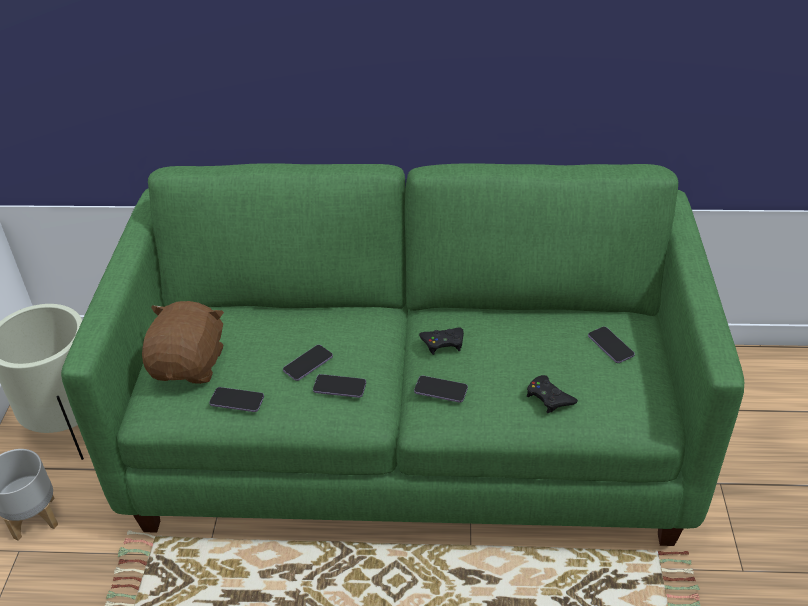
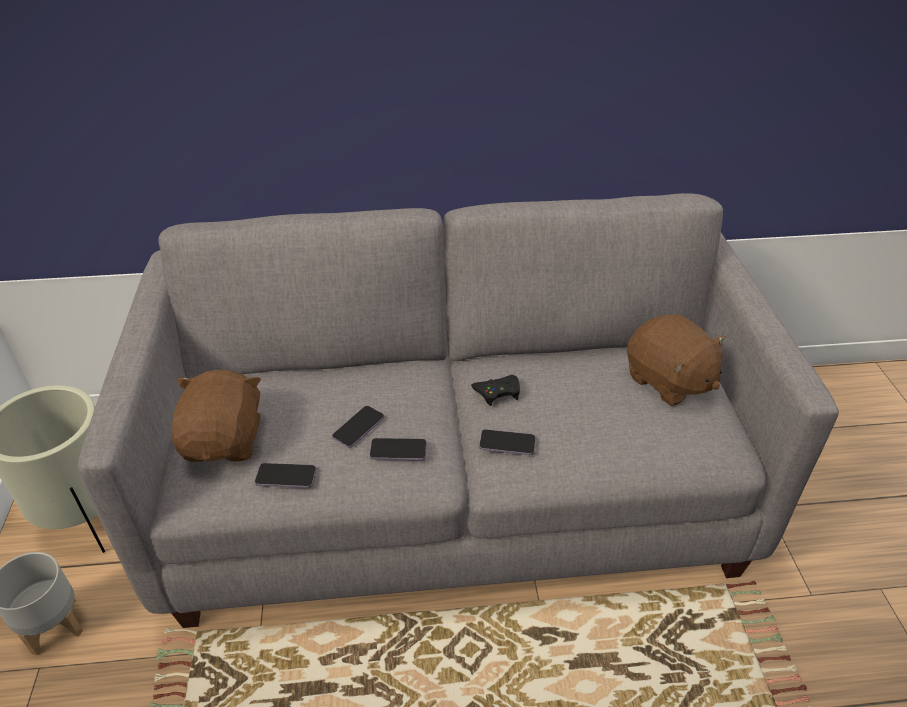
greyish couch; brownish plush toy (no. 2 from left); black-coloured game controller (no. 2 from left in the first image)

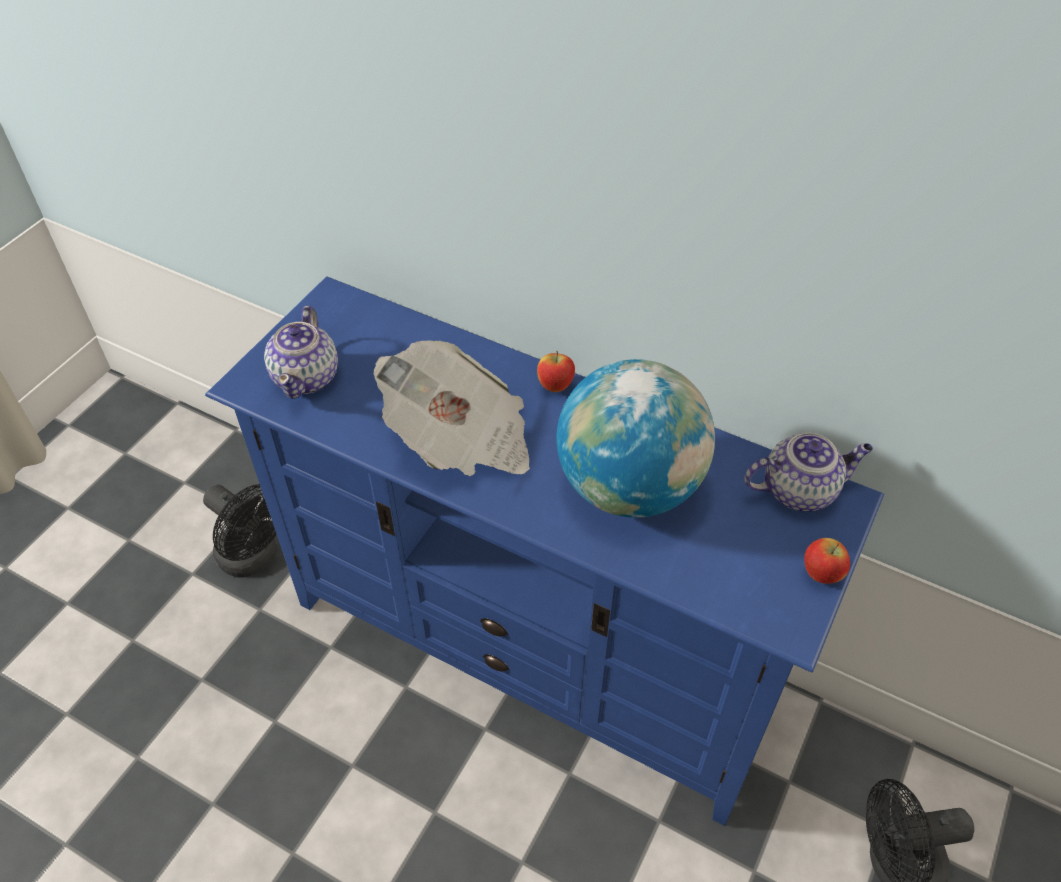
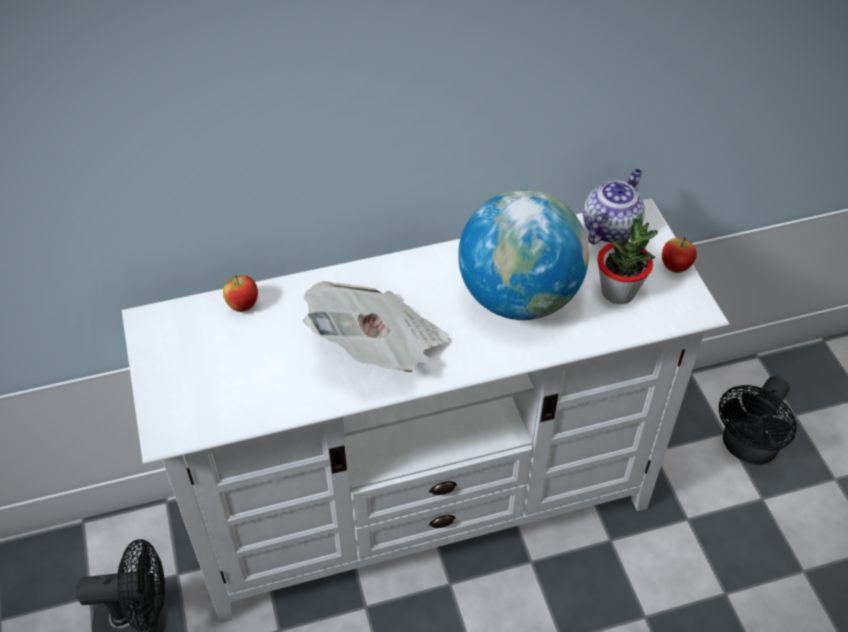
whitish tv stand; tea pot (no. 1 from left in the first image); apple fruit (no. 1 from left); plant in a pot

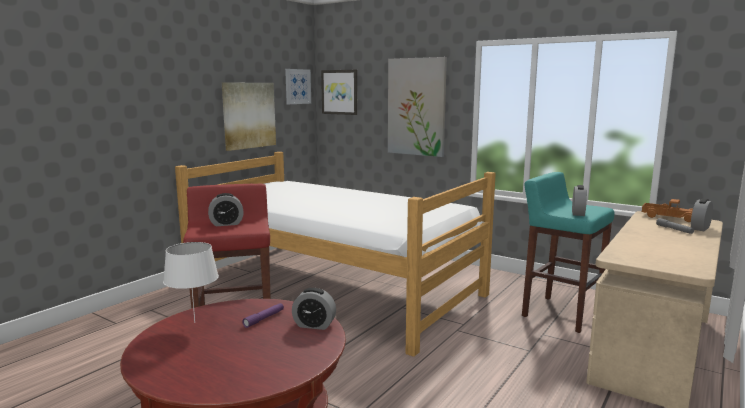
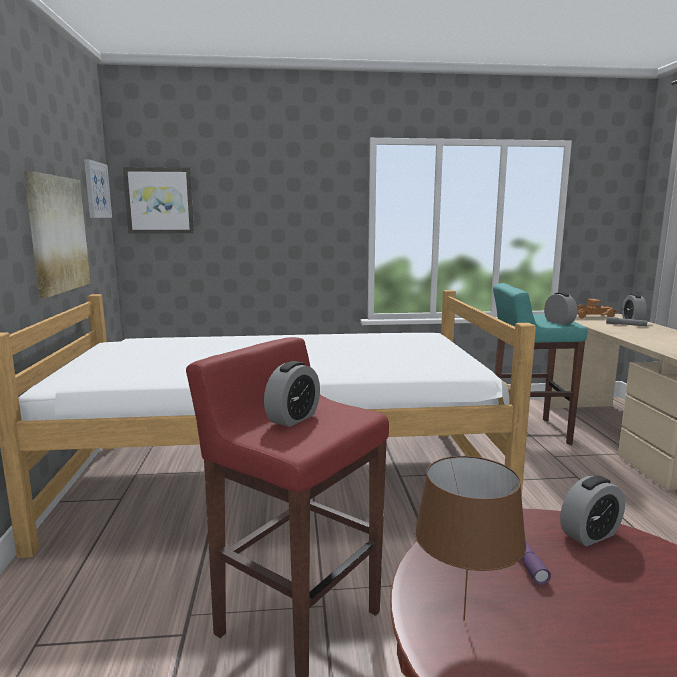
wall picture (no. 4 from left in the first image); brownish table lamp

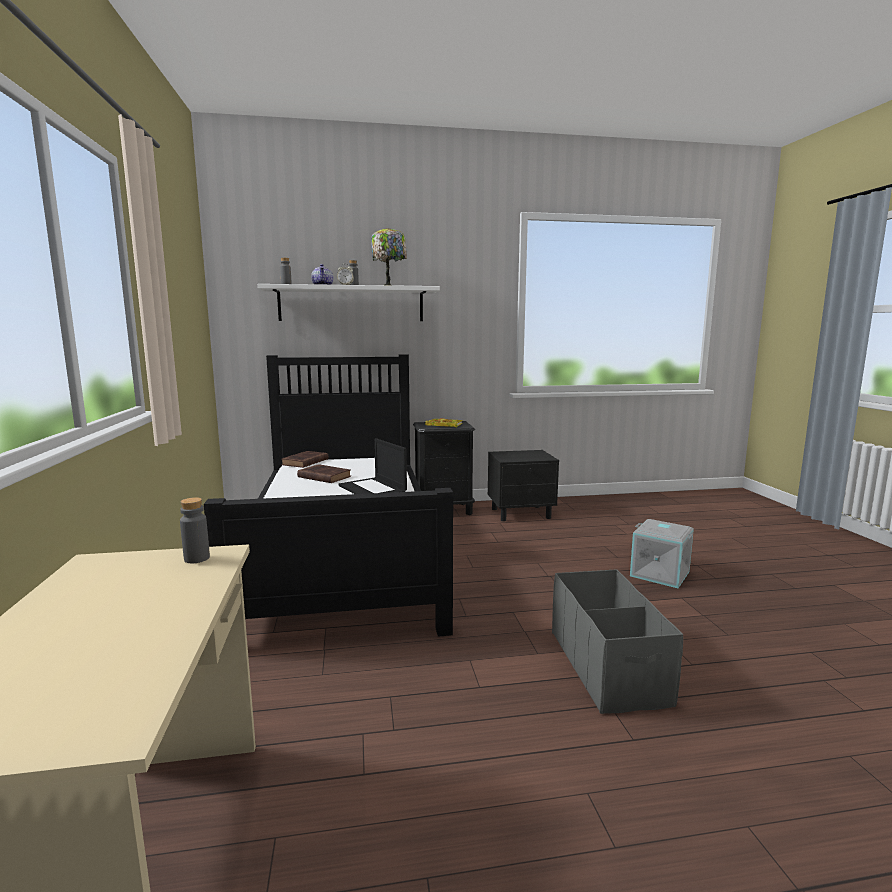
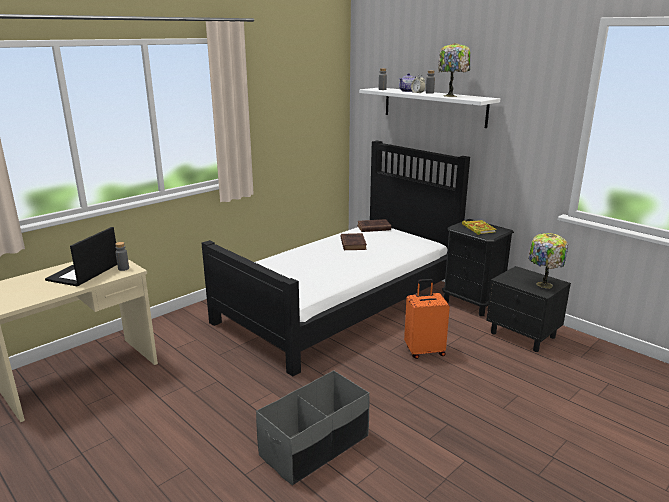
laptop; greyish storage box (no. 2 from left in the first image); table lamp (no. 2 from left); orangey piece of luggage

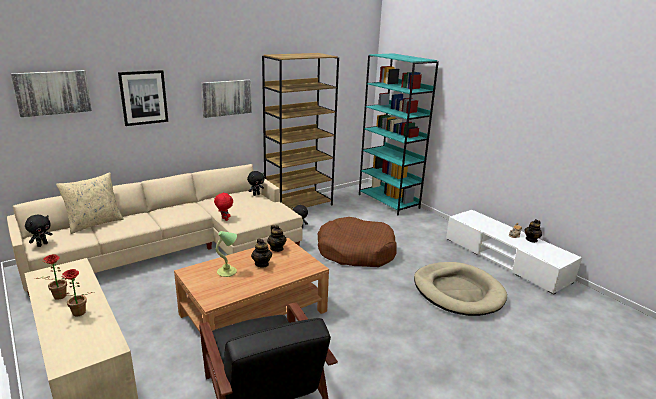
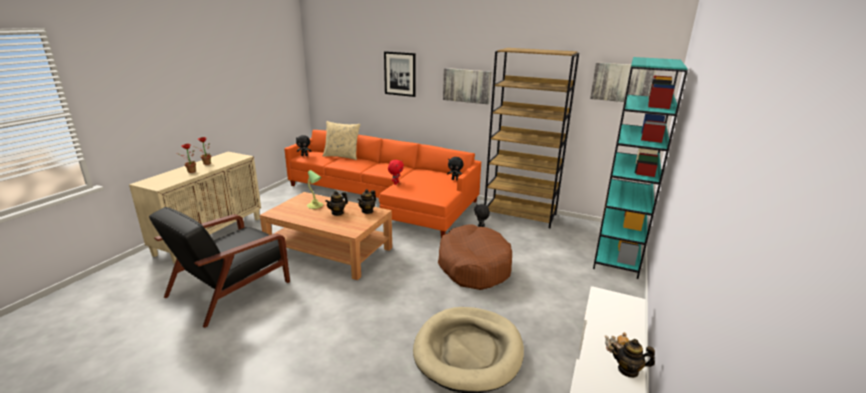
wall picture (no. 3 from left); orangey couch

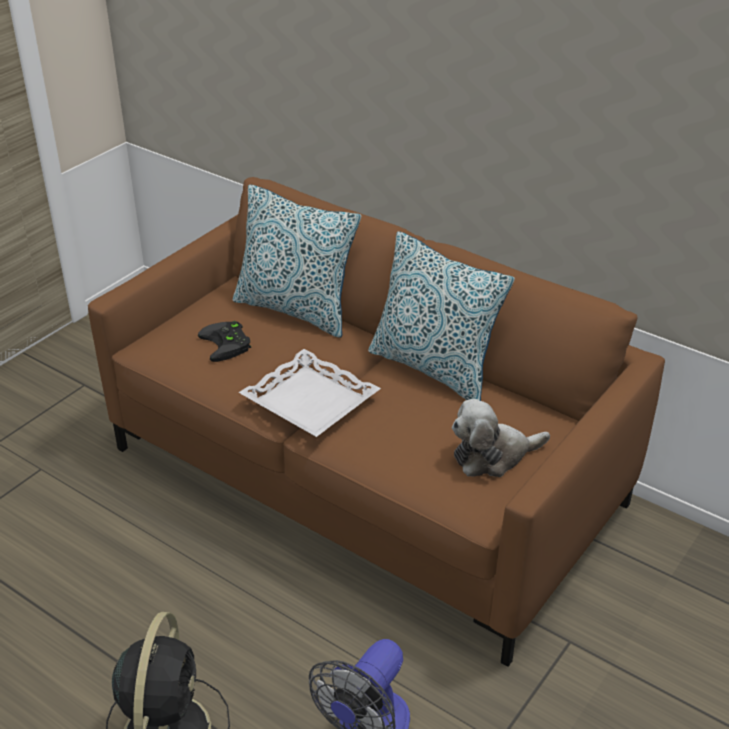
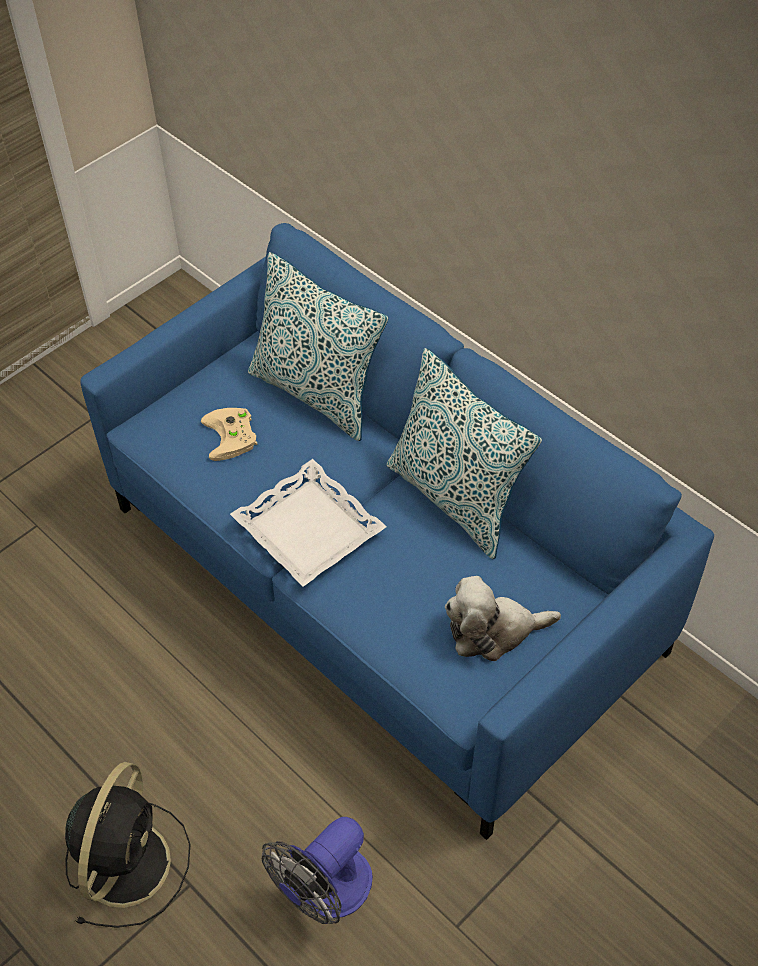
blue couch; beige game controller

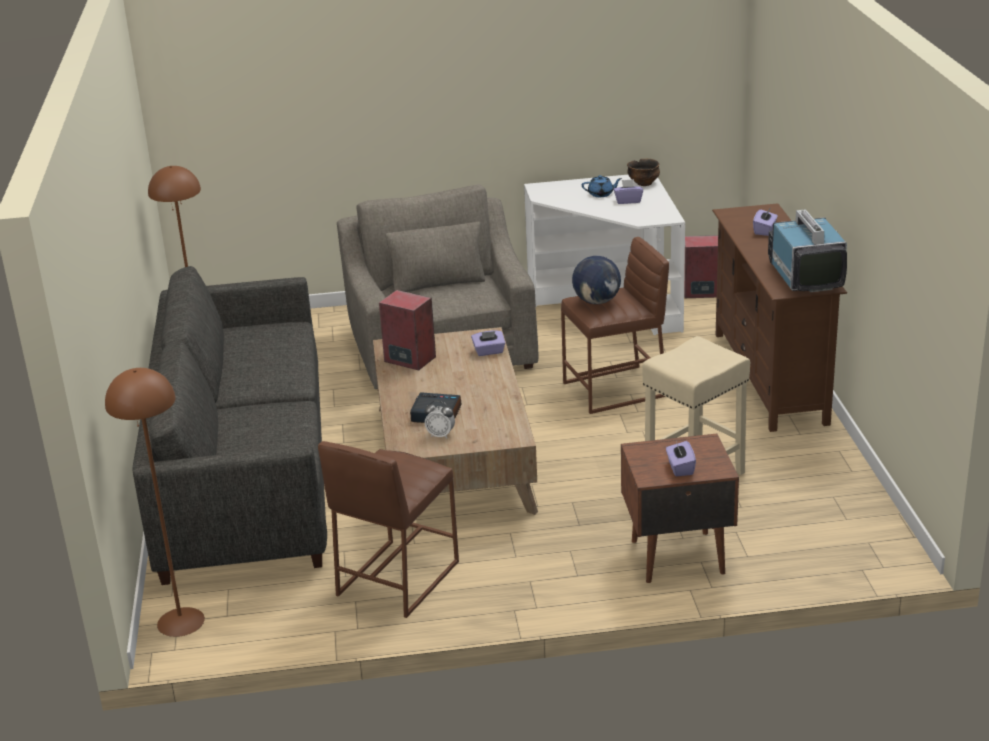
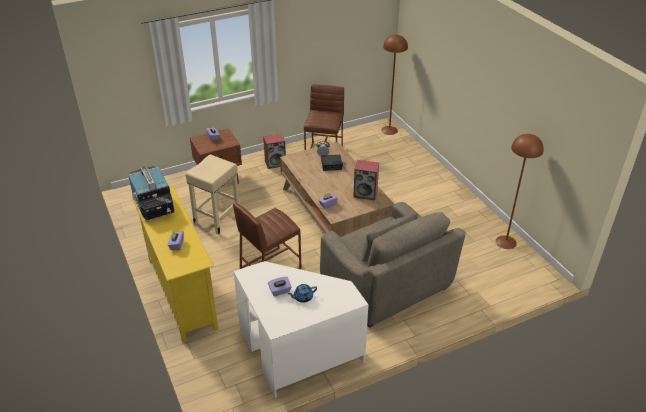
bowl; yellow-coloured tv stand; audio speaker (no. 1 from left); desk globe; greyish couch

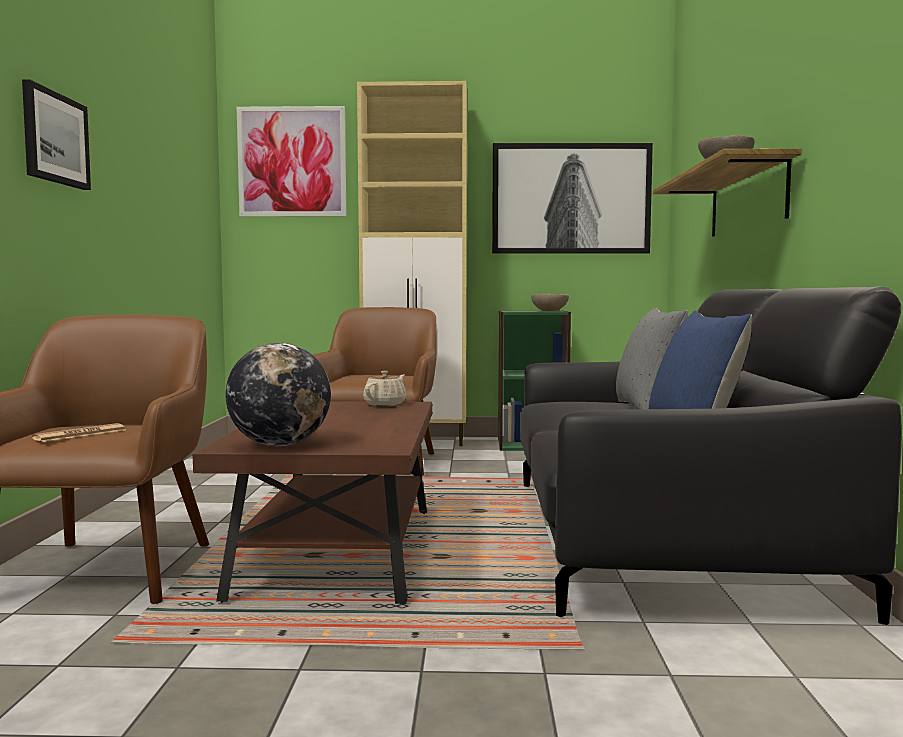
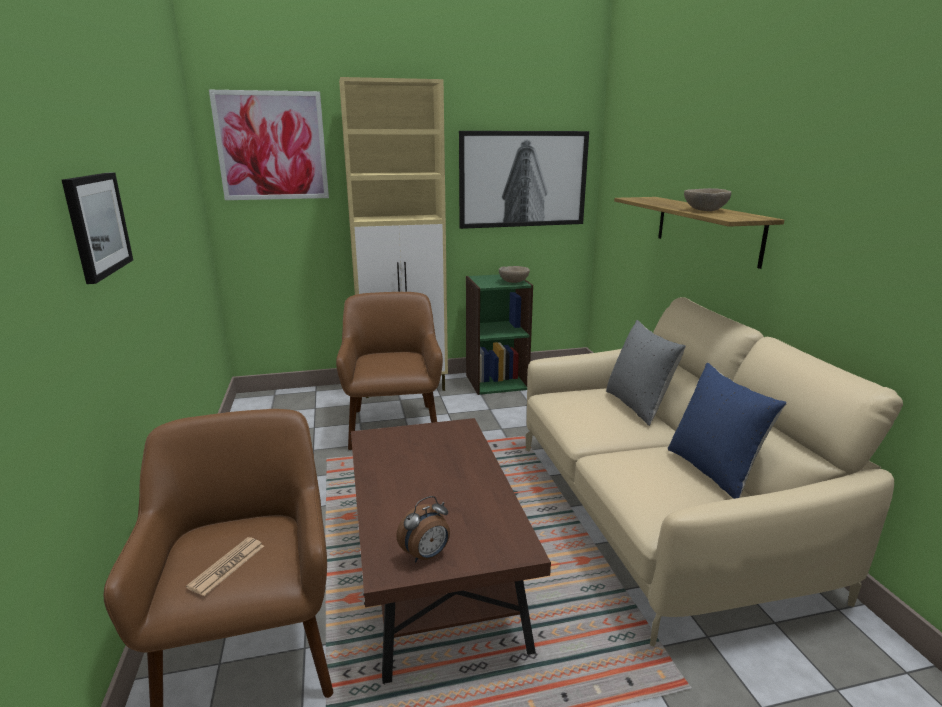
beige couch; alarm clock; beige tea pot

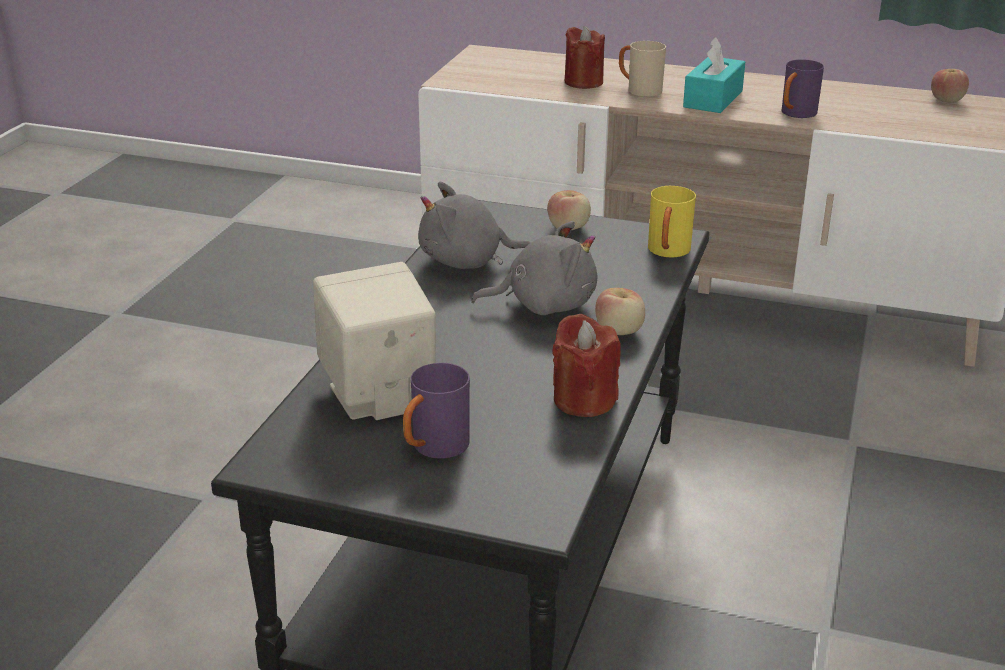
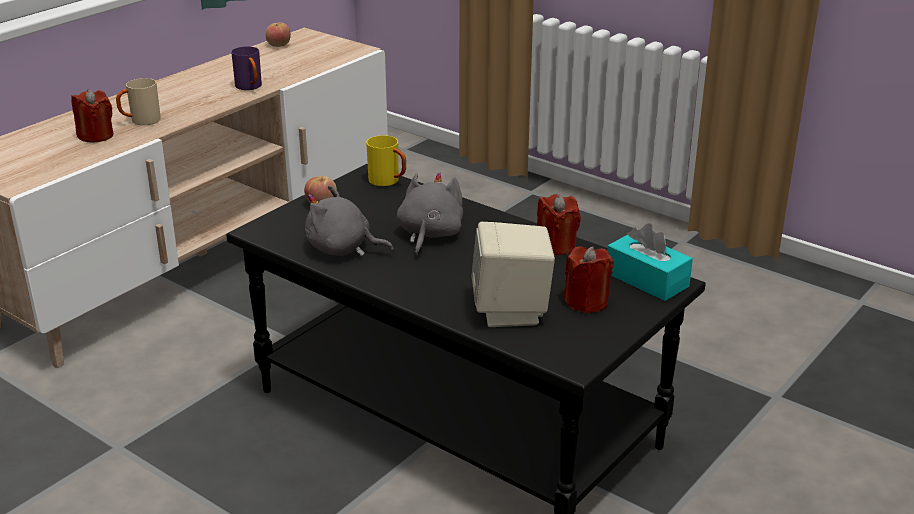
blue-green tissue box; greyish plush toy (no. 1 from left); apple fruit (no. 2 from left in the first image); red candle (no. 3 from left)

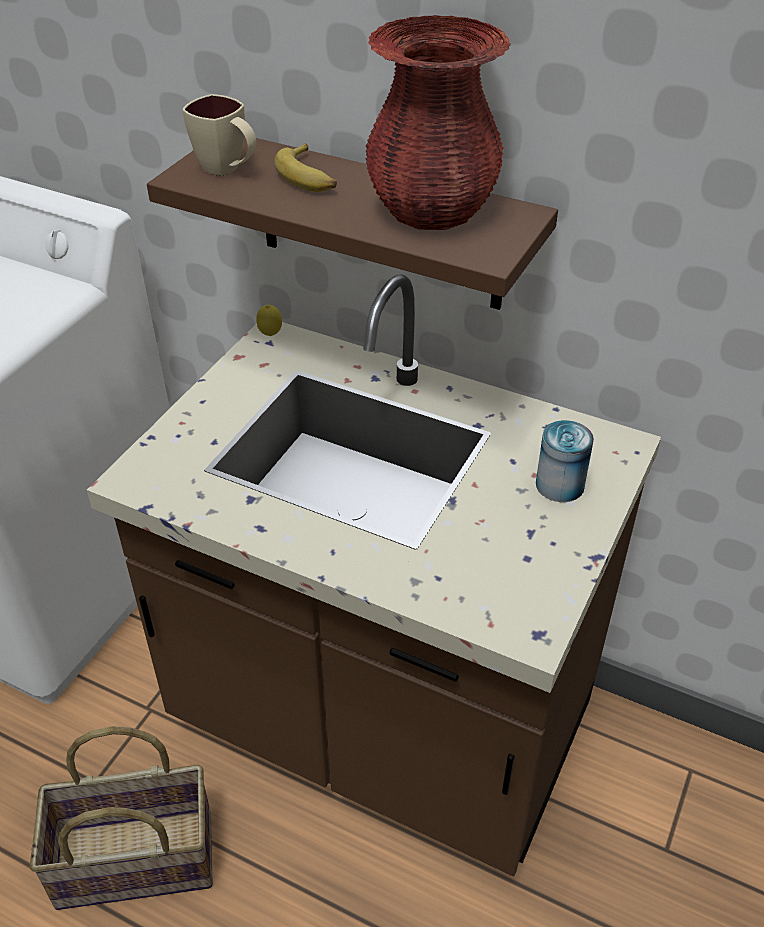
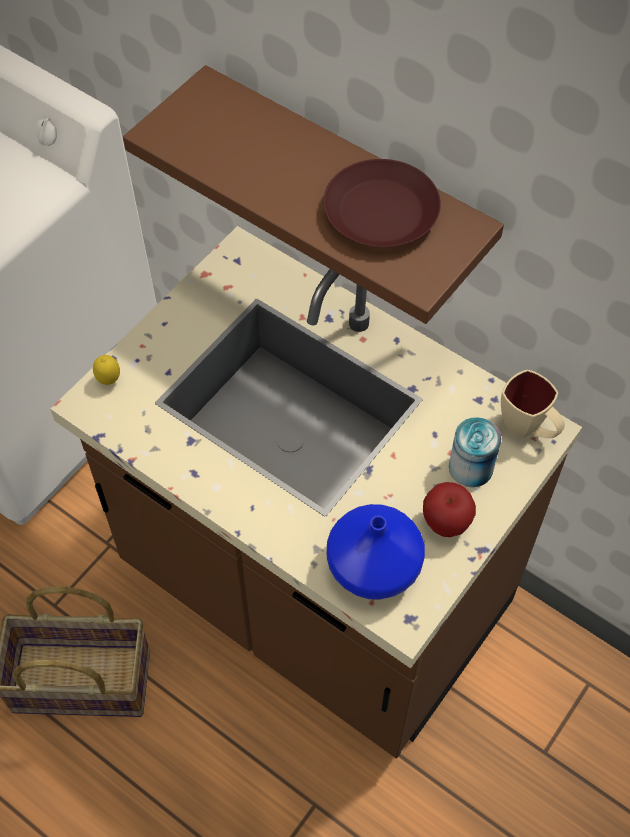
brownish plate; beige coffee mug; whole banana; whole lemon; apple fruit; blue decorative vase

